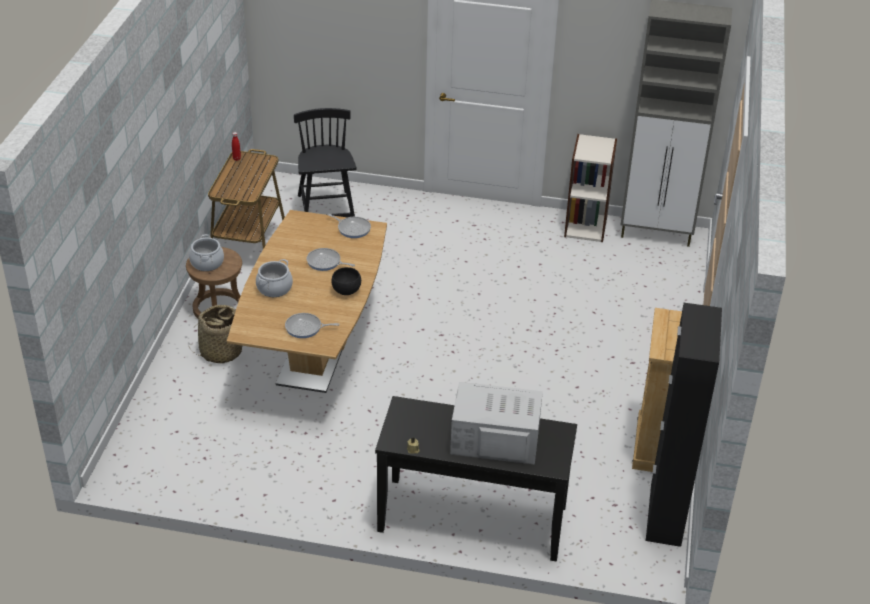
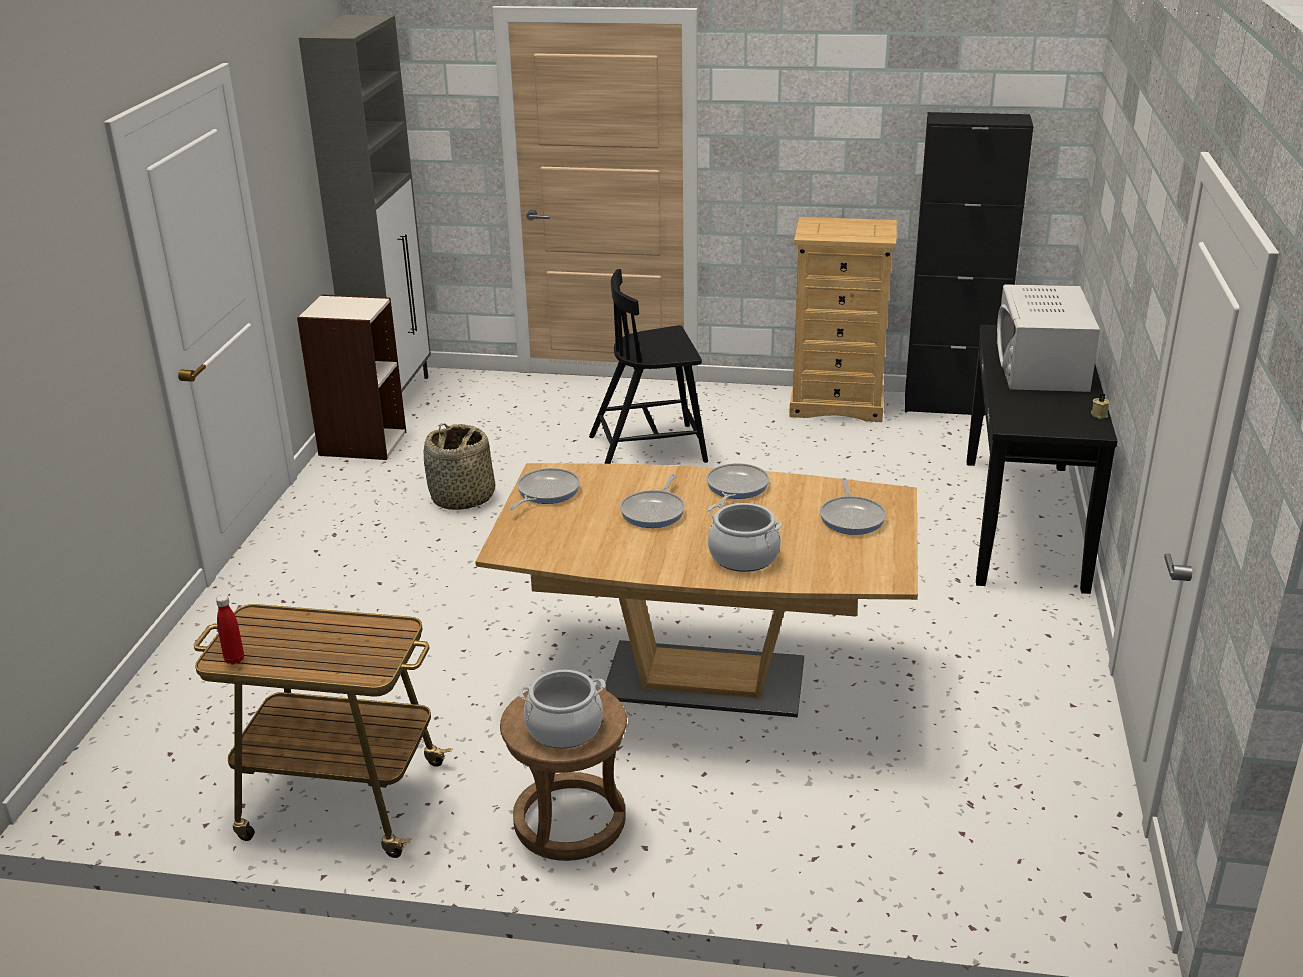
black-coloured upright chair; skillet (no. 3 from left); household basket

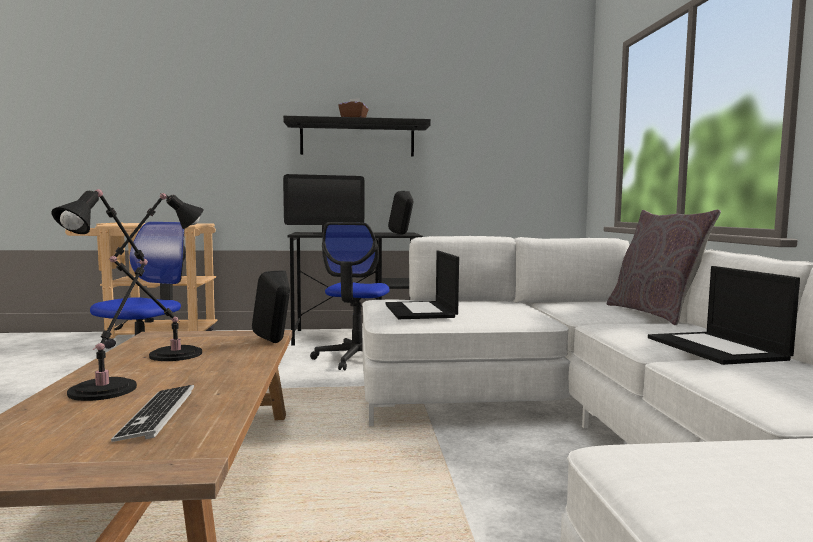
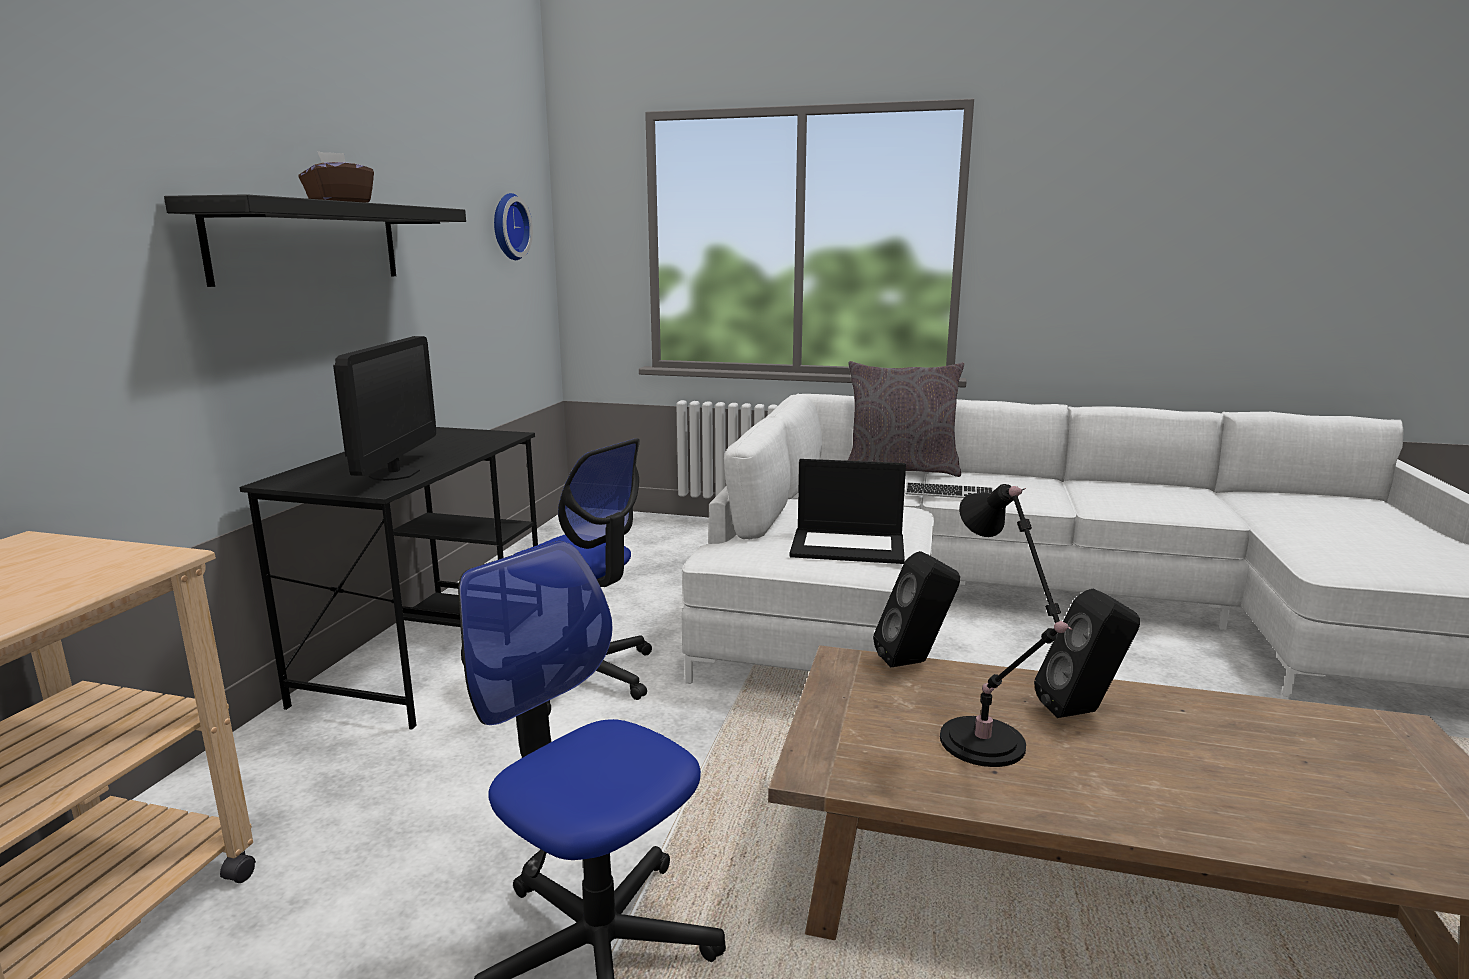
black-coloured table lamp (no. 1 from left in the first image); black-coloured audio speaker (no. 2 from left); laptop (no. 2 from left in the first image); computer keyboard; clock on the wall

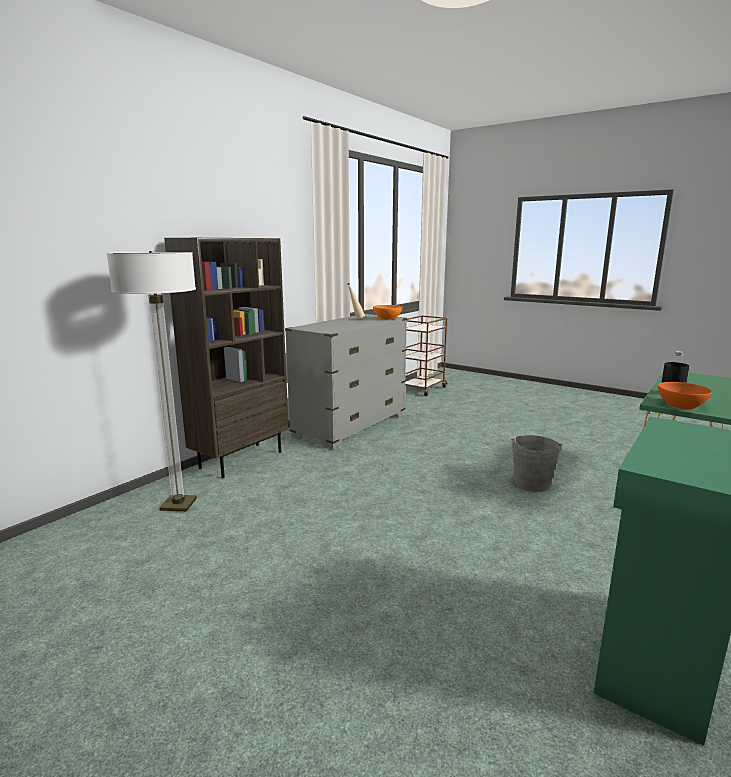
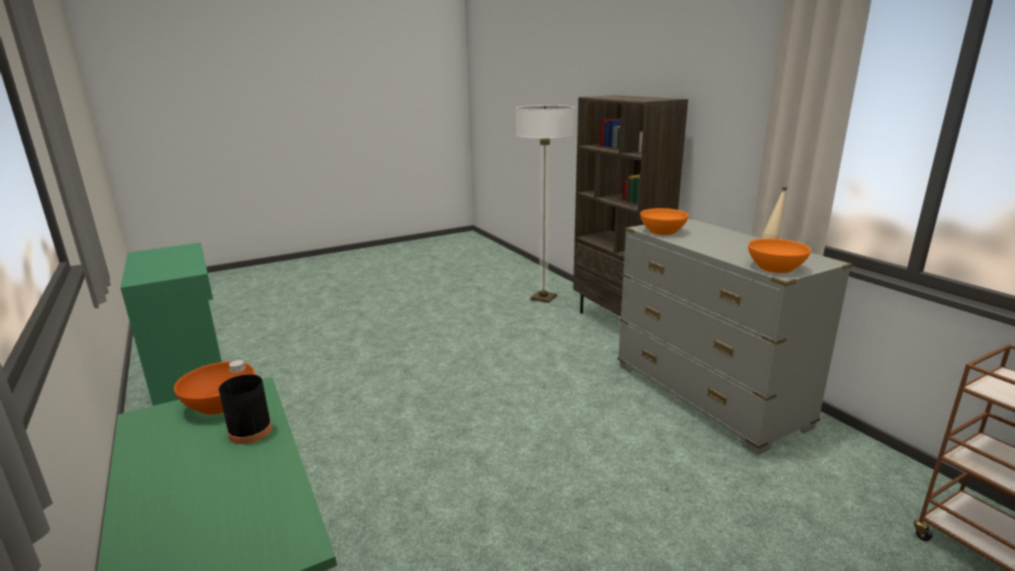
greyish water bucket; orangey bowl (no. 2 from left)

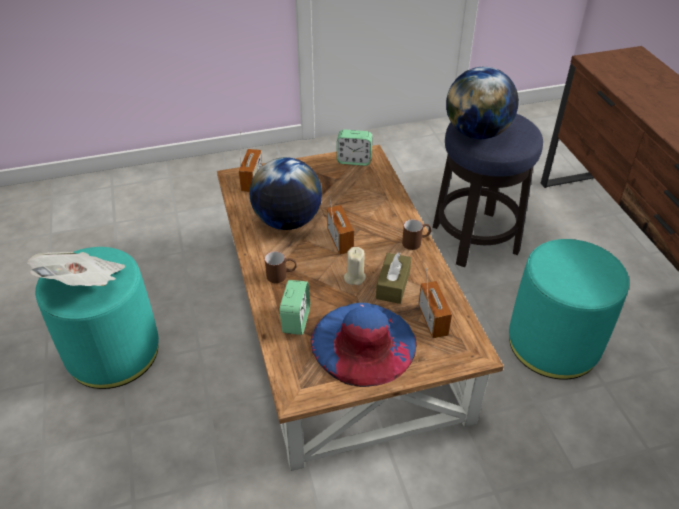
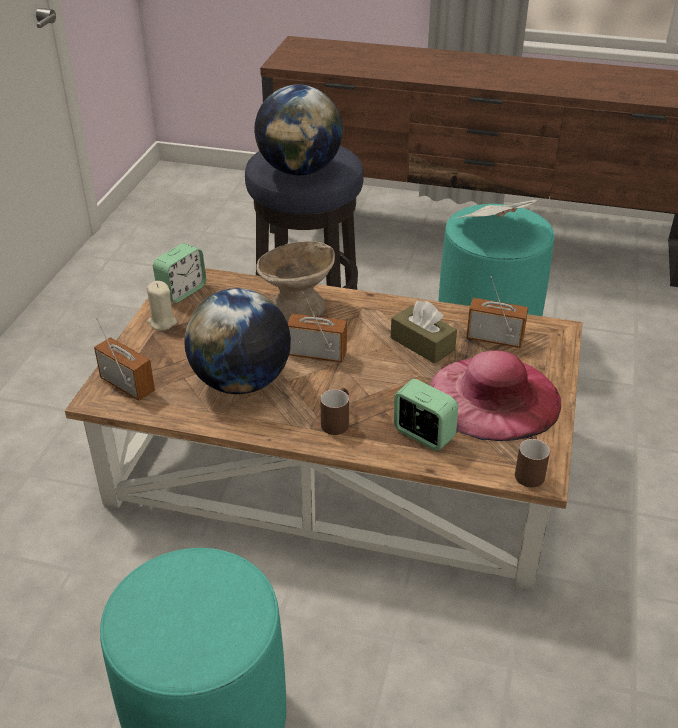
brownish coffee mug (no. 2 from left); beige candle; daily paper; pink clothing hat; beige bowl

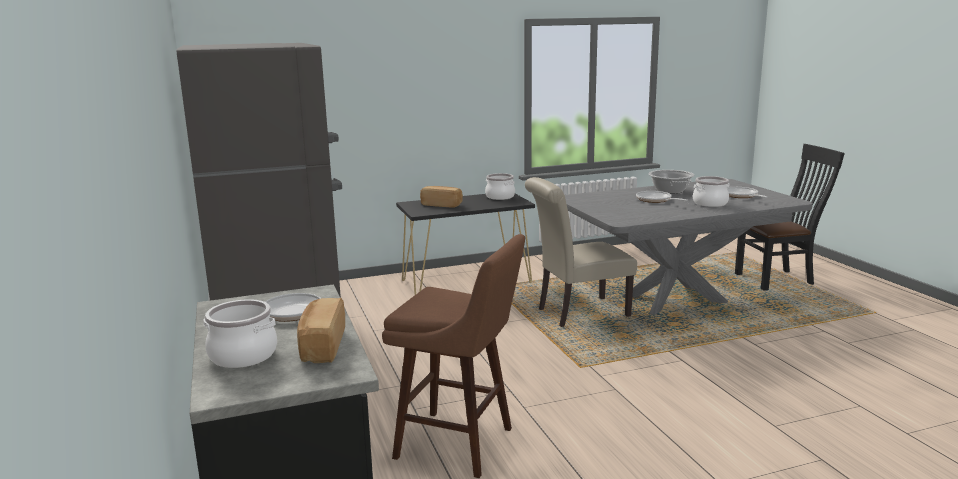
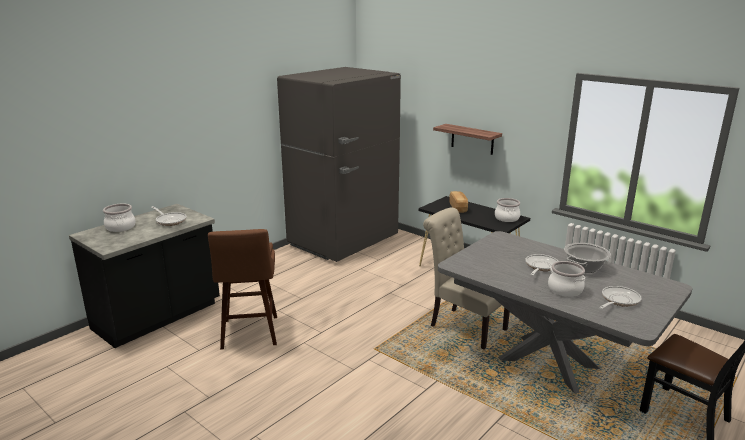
baked bread (no. 1 from left in the first image); wall shelf

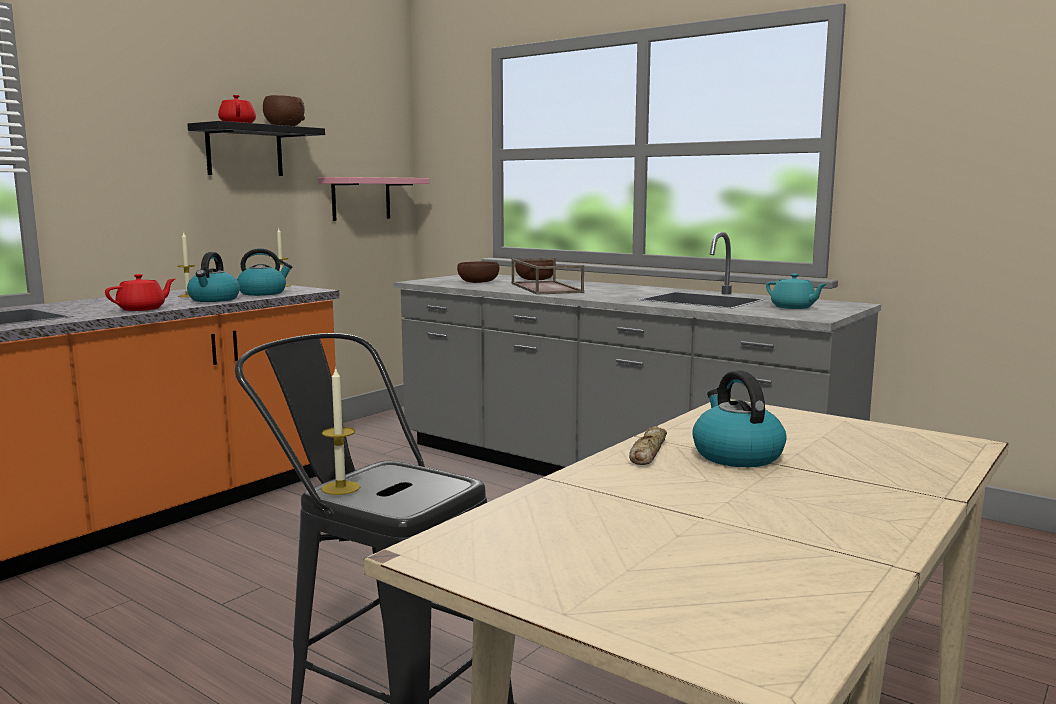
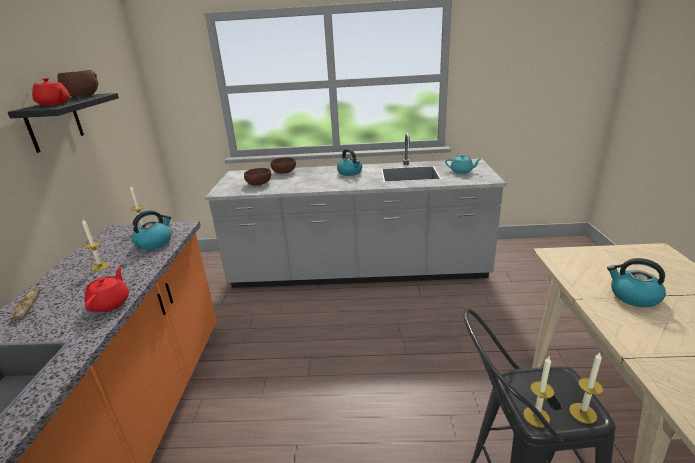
pink wall shelf; tea kettle (no. 2 from left); brownish tray; baked bread; candle (no. 4 from left)

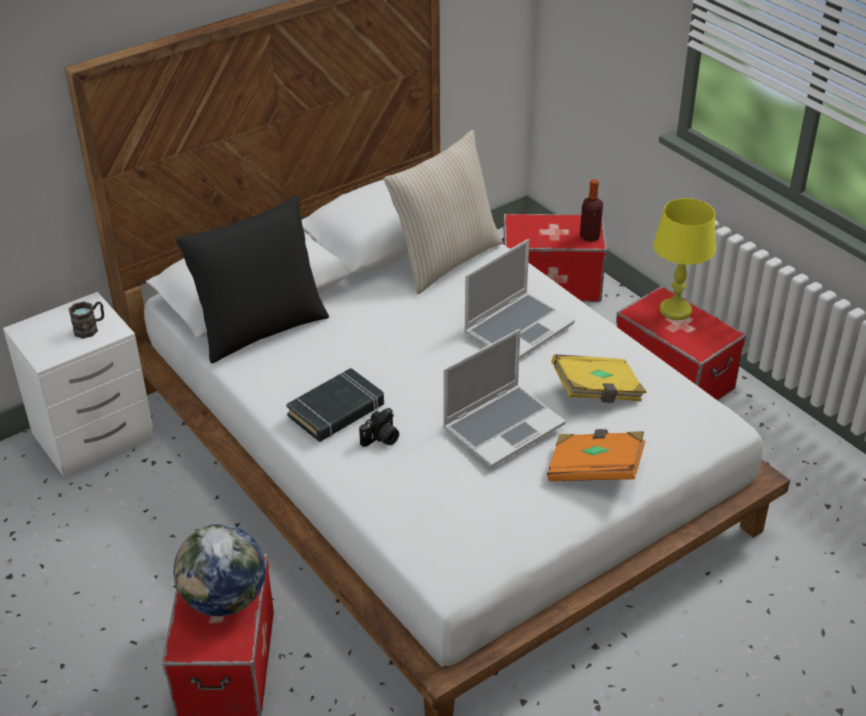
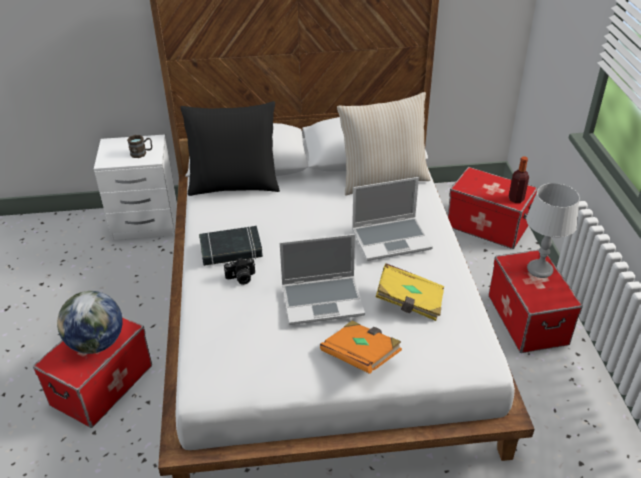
greyish table lamp

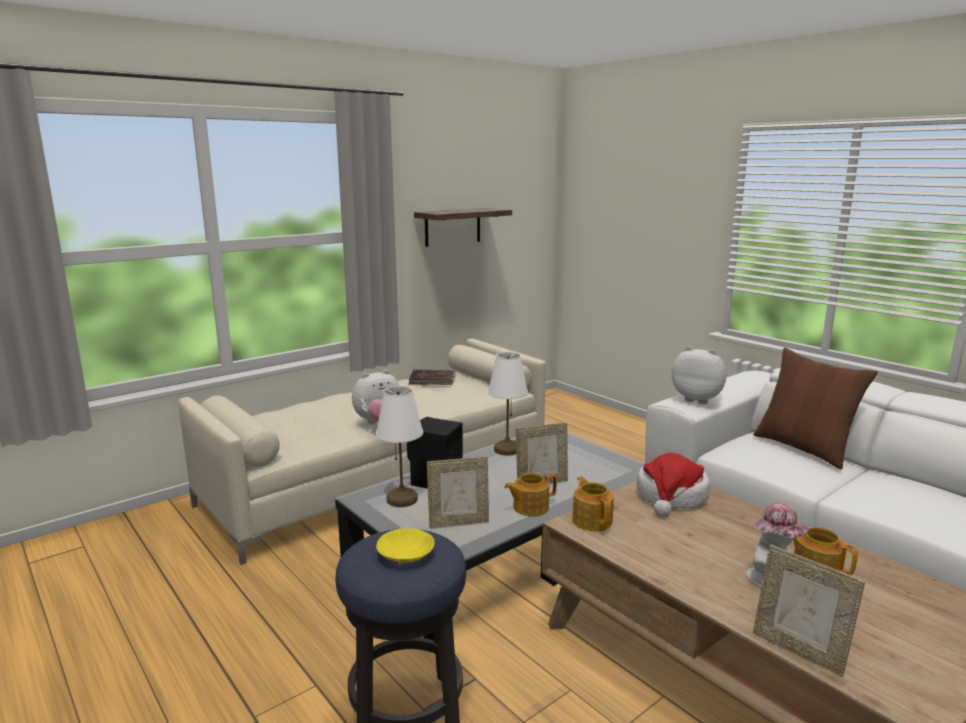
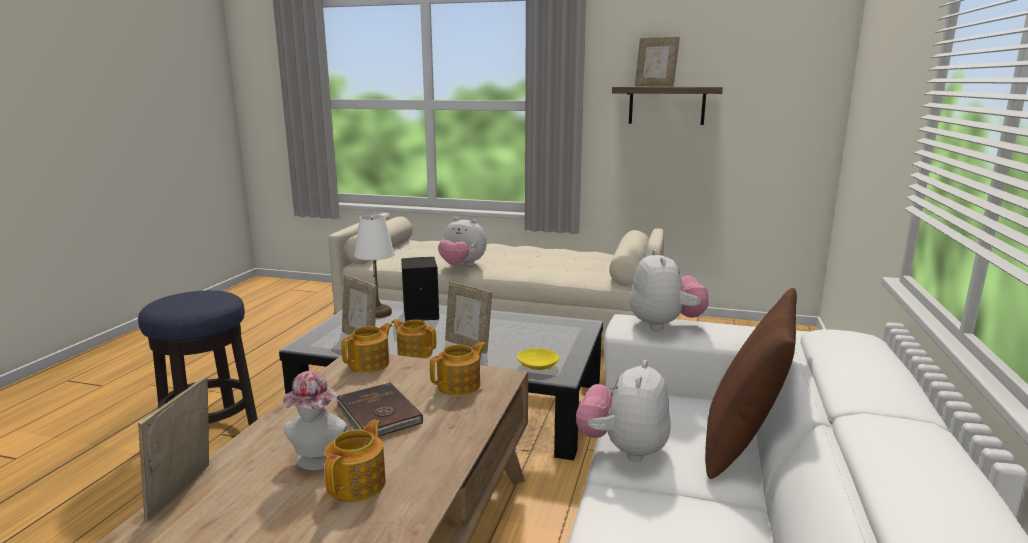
whitish table lamp (no. 2 from left in the first image); brownish volume; tea pot (no. 4 from left); yellow-coloured bowl; picture frame (no. 4 from left); plush toy (no. 2 from left)

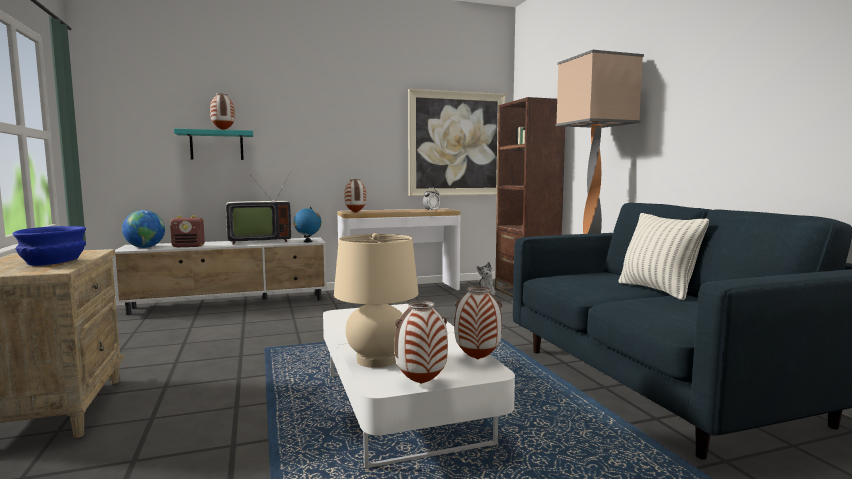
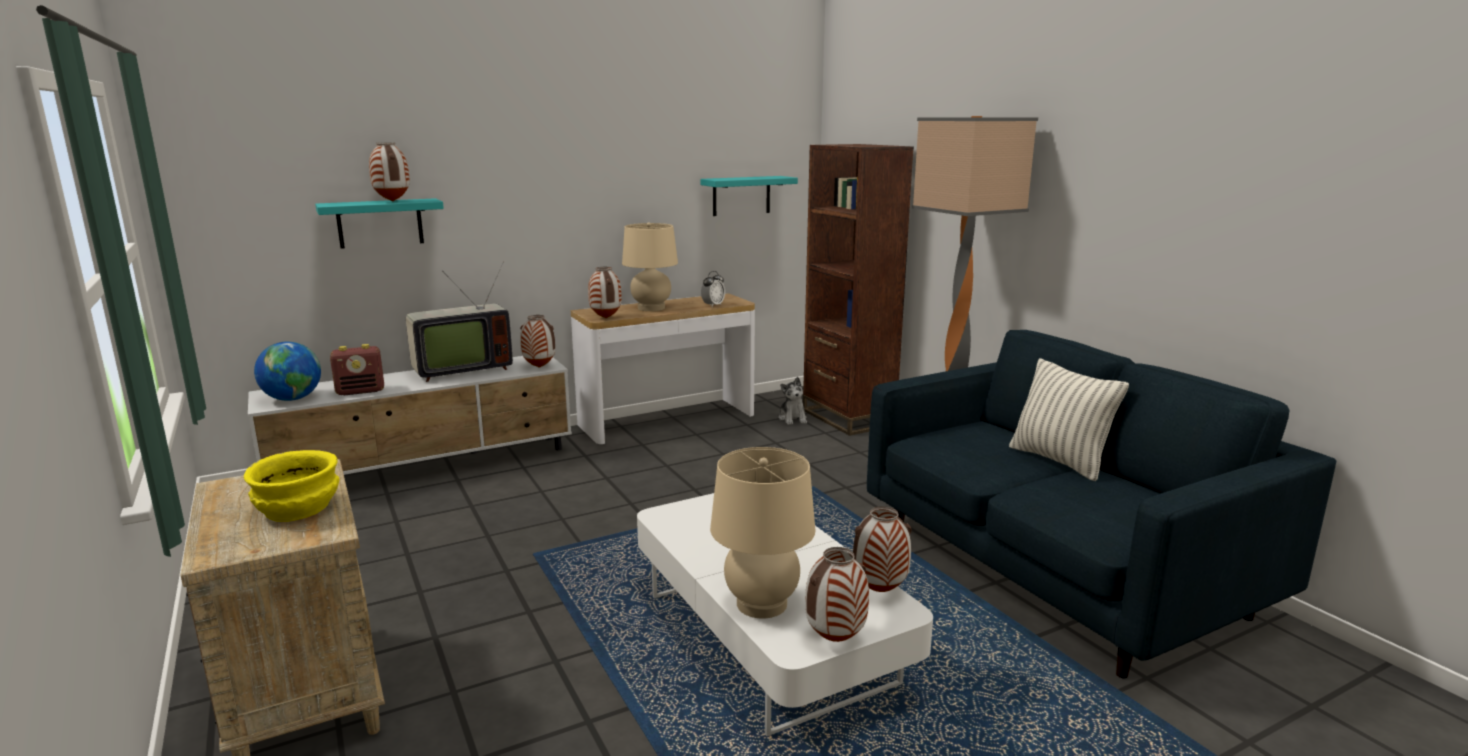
blue-green wall shelf (no. 2 from left); decorative vase (no. 2 from left); yellow-coloured bowl; beige table lamp (no. 1 from left)

